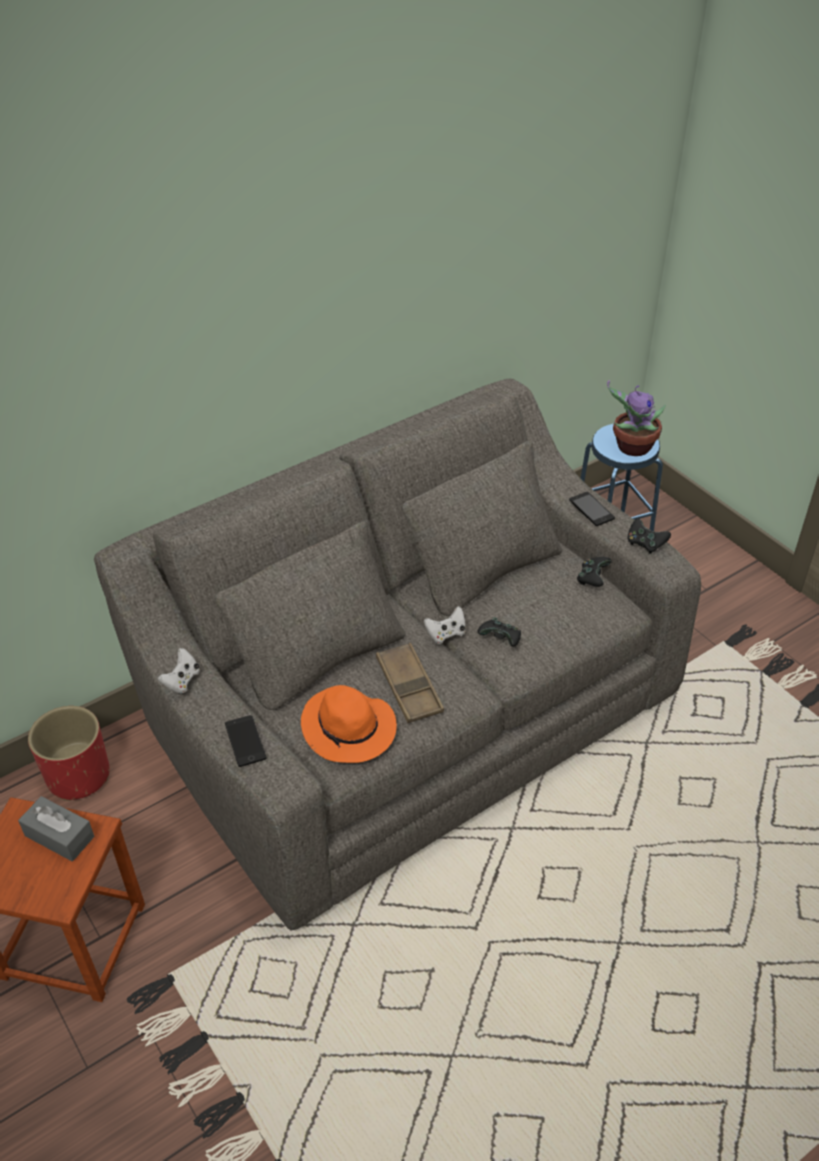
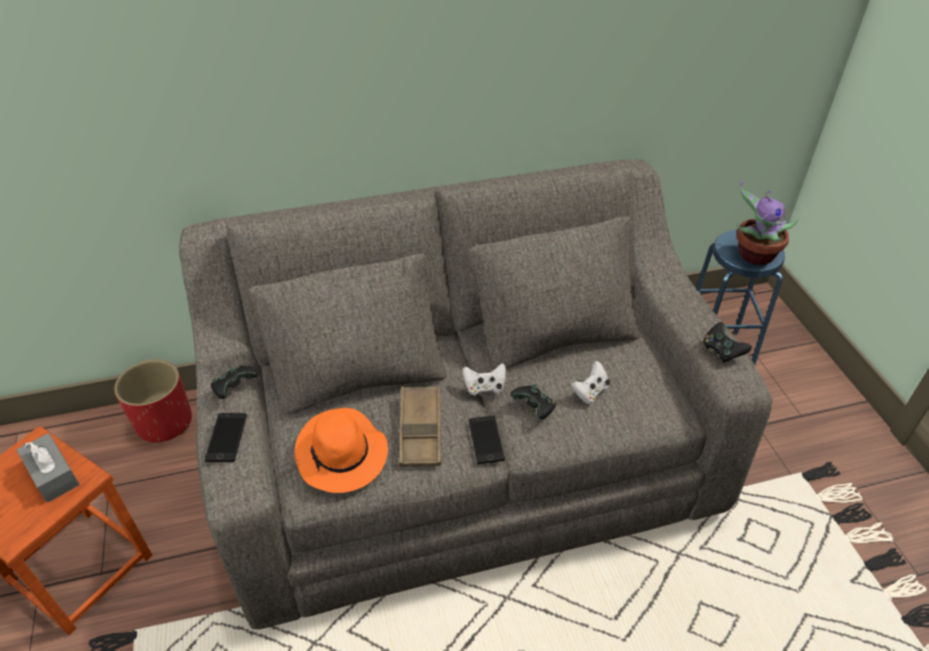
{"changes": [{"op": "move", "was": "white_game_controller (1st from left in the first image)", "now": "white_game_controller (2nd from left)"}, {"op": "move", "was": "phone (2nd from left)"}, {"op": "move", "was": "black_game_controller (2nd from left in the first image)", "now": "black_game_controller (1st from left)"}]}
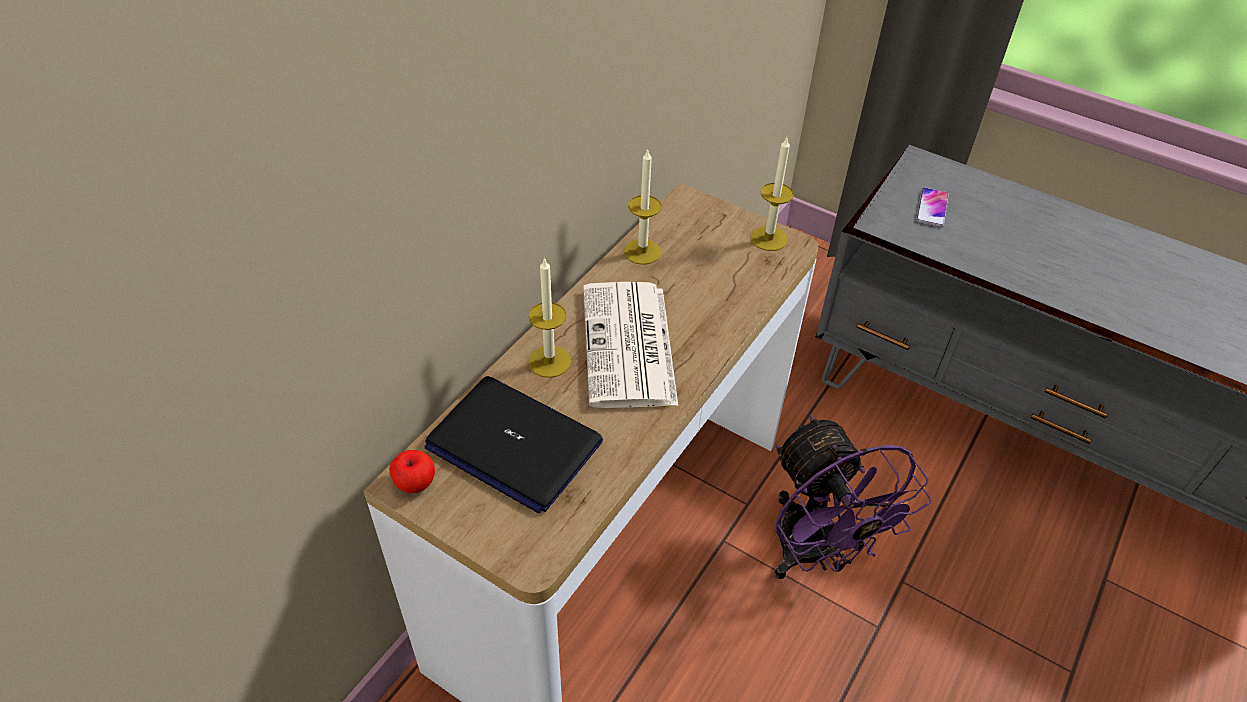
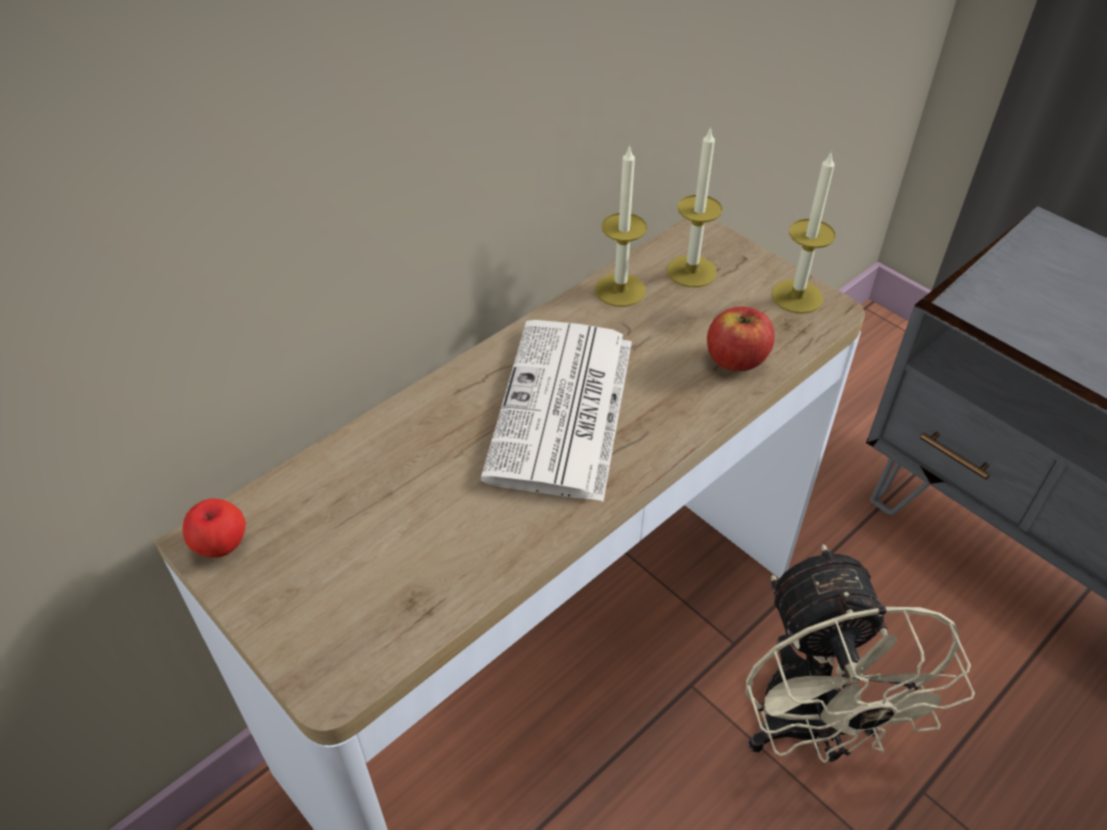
{"changes": [{"op": "delete", "was": "laptop"}, {"op": "delete", "was": "phone"}, {"op": "insert", "now": "apple (2nd from left)"}, {"op": "move", "was": "candle (1st from left in the first image)", "now": "candle (2nd from left)"}, {"op": "recolor", "was": "purple_fan", "now": "beige_fan"}]}
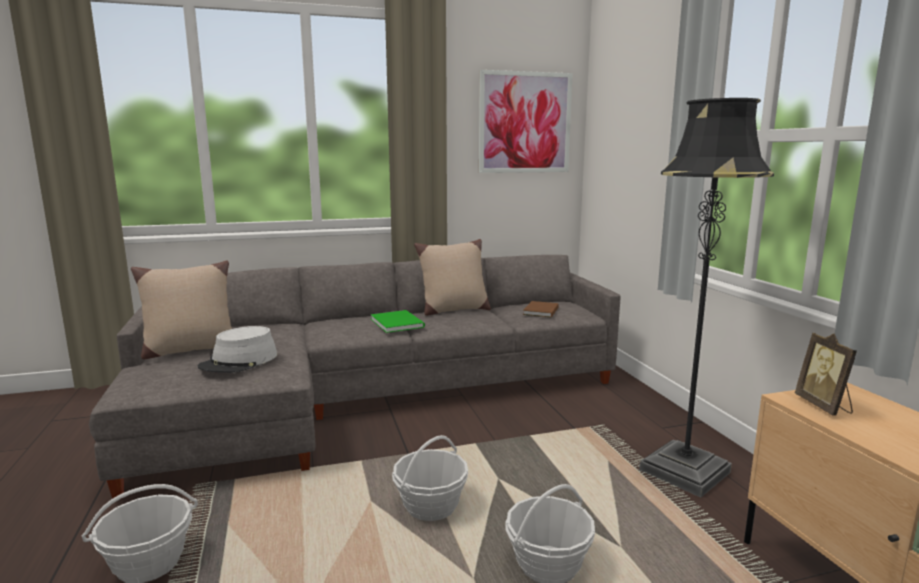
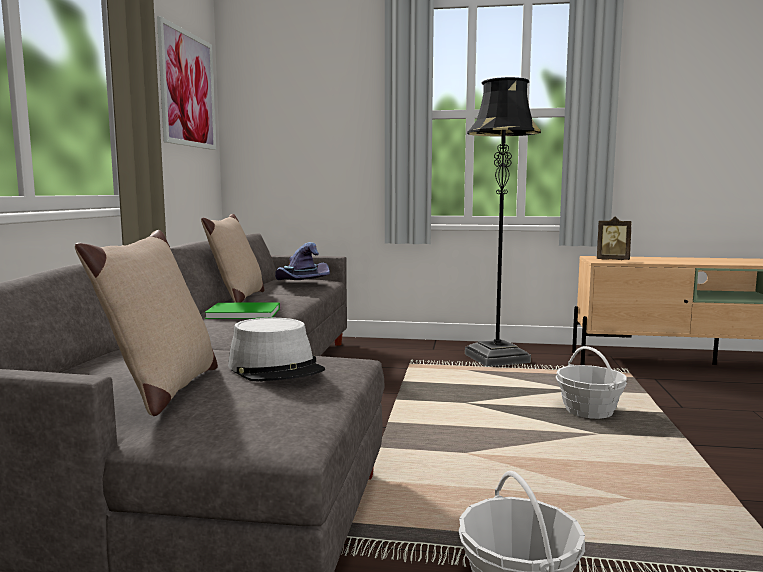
{"changes": [{"op": "delete", "was": "basket (2nd from left)"}, {"op": "replace", "was": "brown_book", "now": "purple_hat"}]}
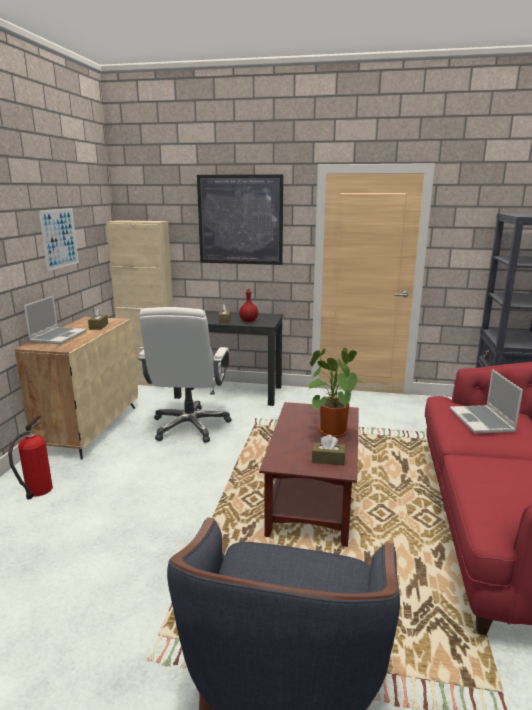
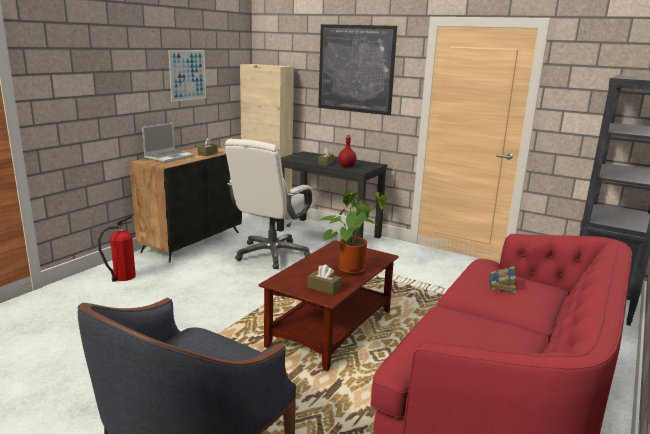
{"changes": [{"op": "replace", "was": "laptop (2nd from left)", "now": "book"}, {"op": "recolor", "was": "beige_cabinet (1st from left)", "now": "black_cabinet"}]}
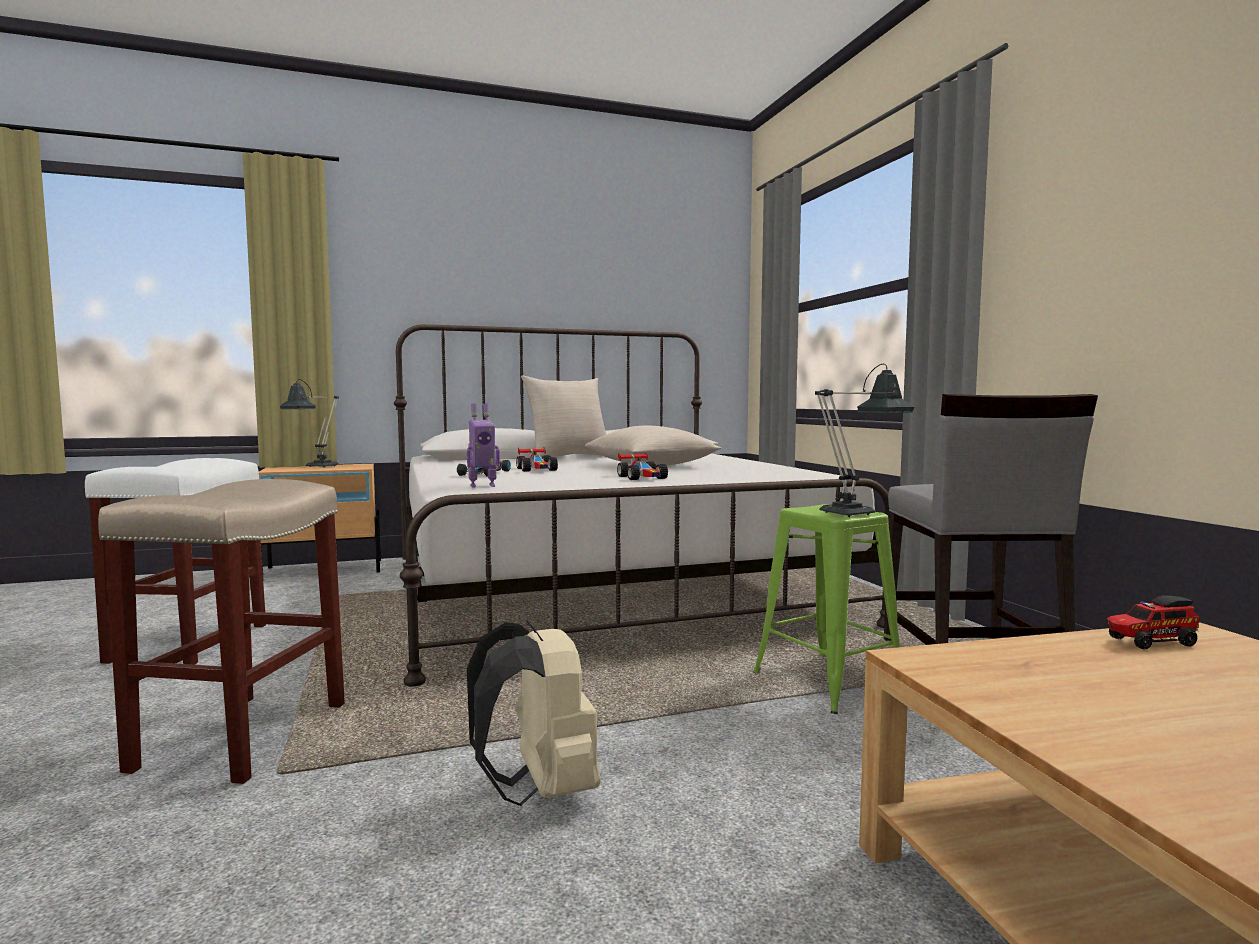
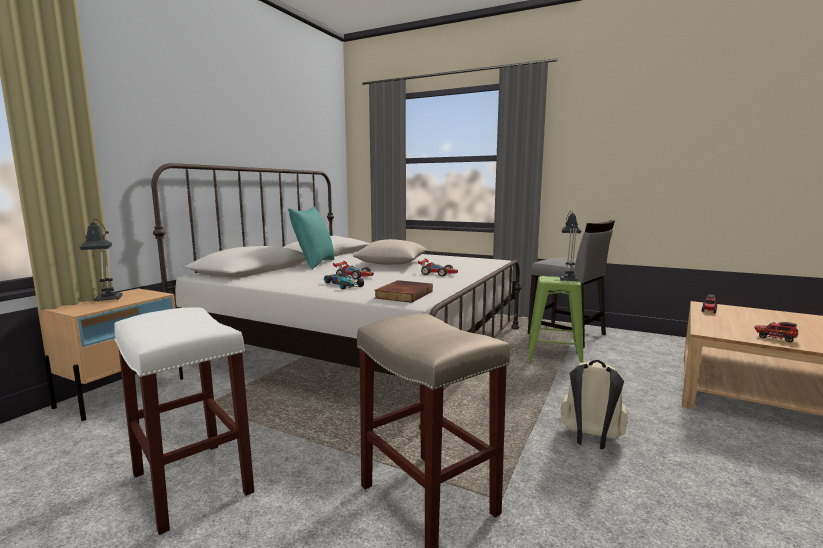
{"changes": [{"op": "insert", "now": "toy_truck (2nd from left)"}, {"op": "replace", "was": "toy_robot", "now": "book"}, {"op": "recolor", "was": "beige_pillow (1st from left)", "now": "turquoise_pillow"}]}
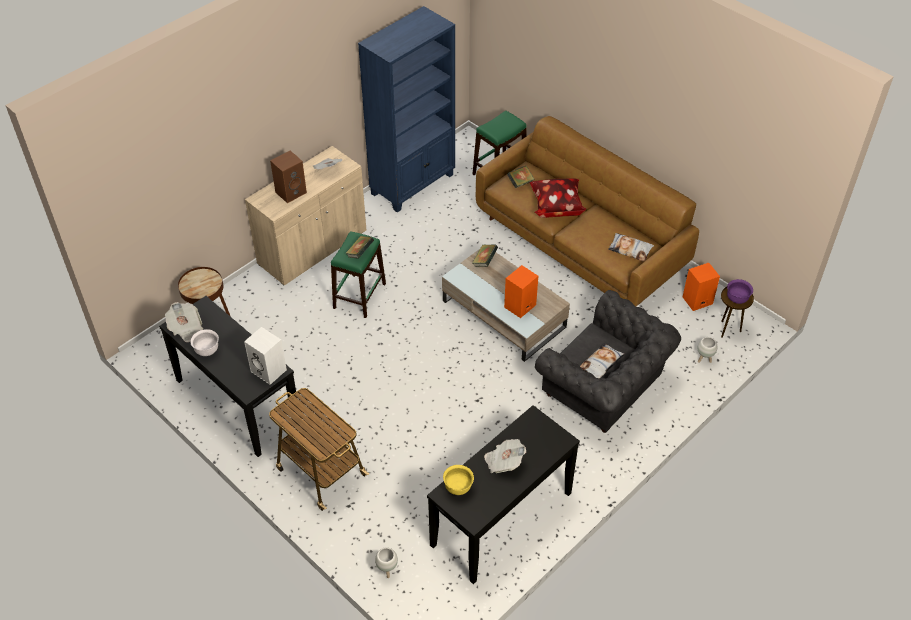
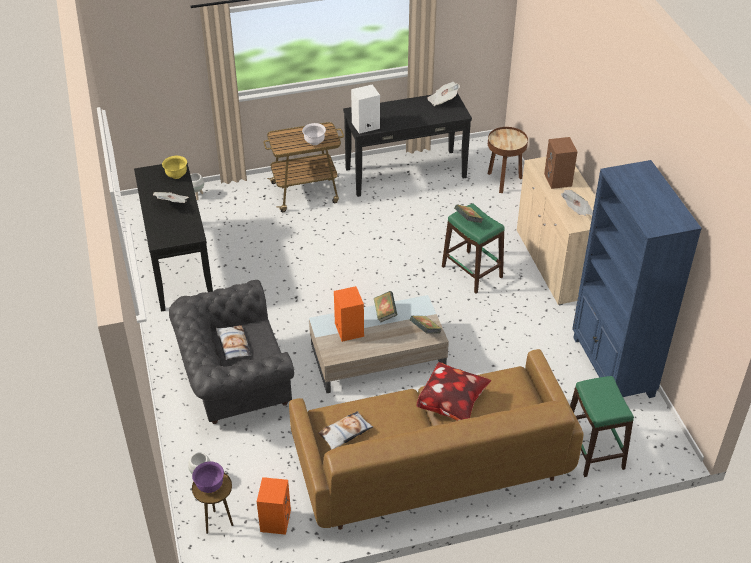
{"changes": [{"op": "move", "was": "white_bowl"}, {"op": "move", "was": "book (3rd from left in the first image)", "now": "book (1st from left)"}]}
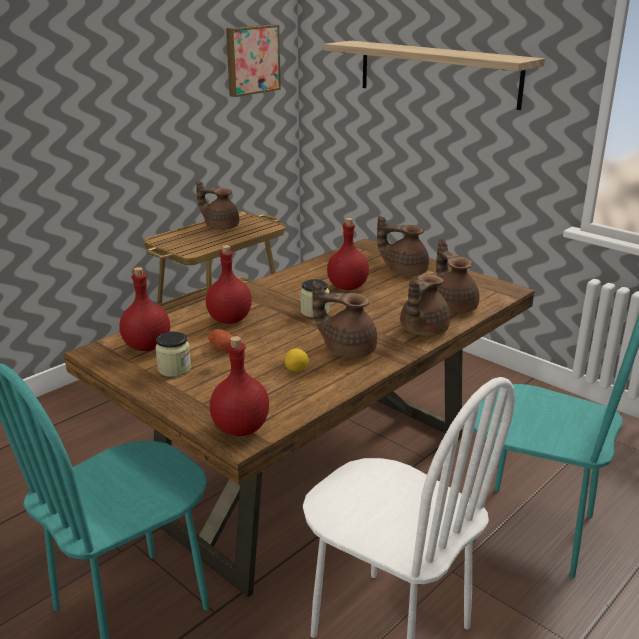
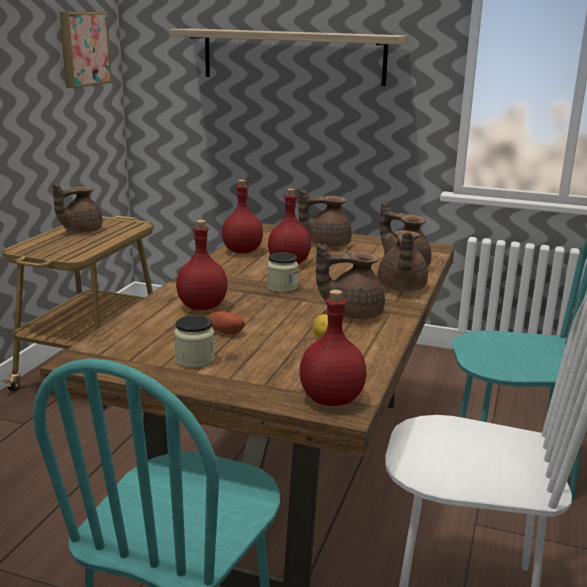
{"changes": [{"op": "move", "was": "red_bottle (1st from left in the first image)", "now": "red_bottle (2nd from left)"}, {"op": "rotate", "was": "brown_teapot (1st from left)", "clockwise": -45}]}
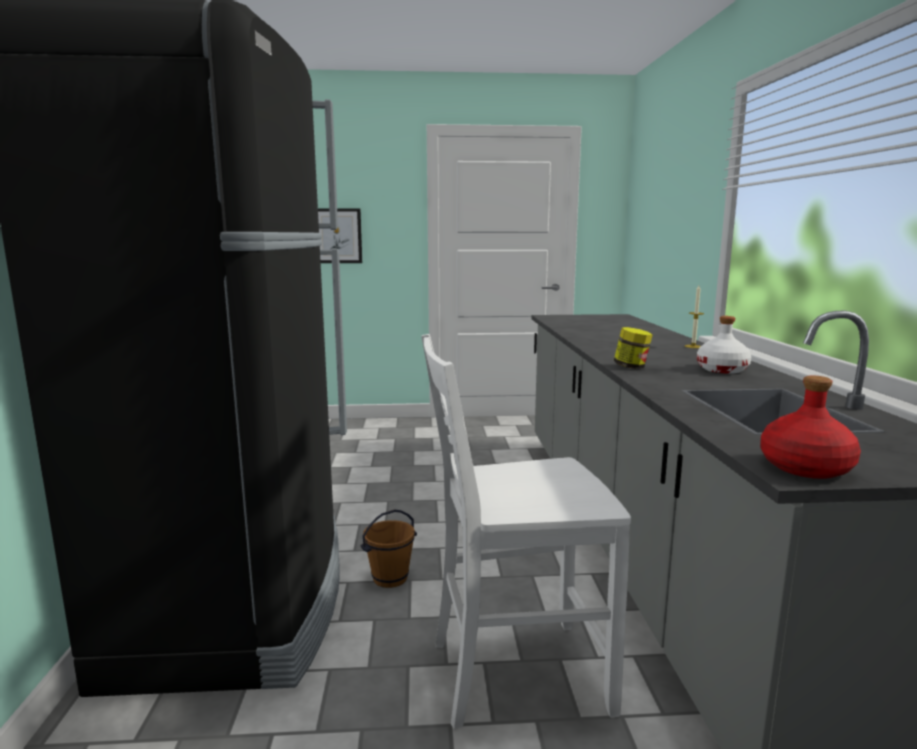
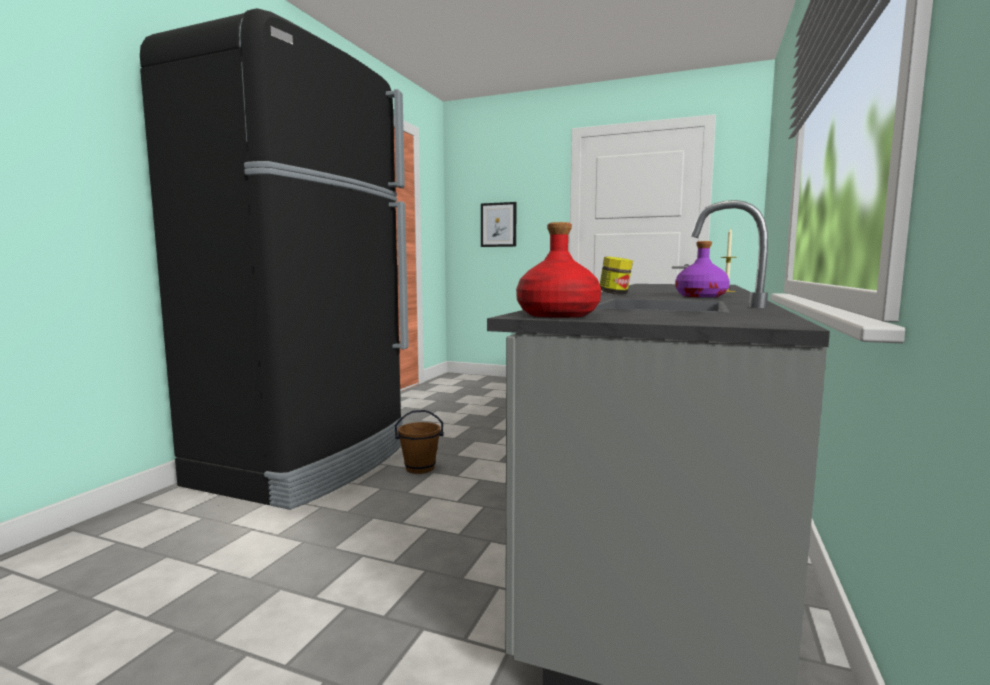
{"changes": [{"op": "delete", "was": "white_chair"}, {"op": "recolor", "was": "white_bottle", "now": "purple_bottle"}]}
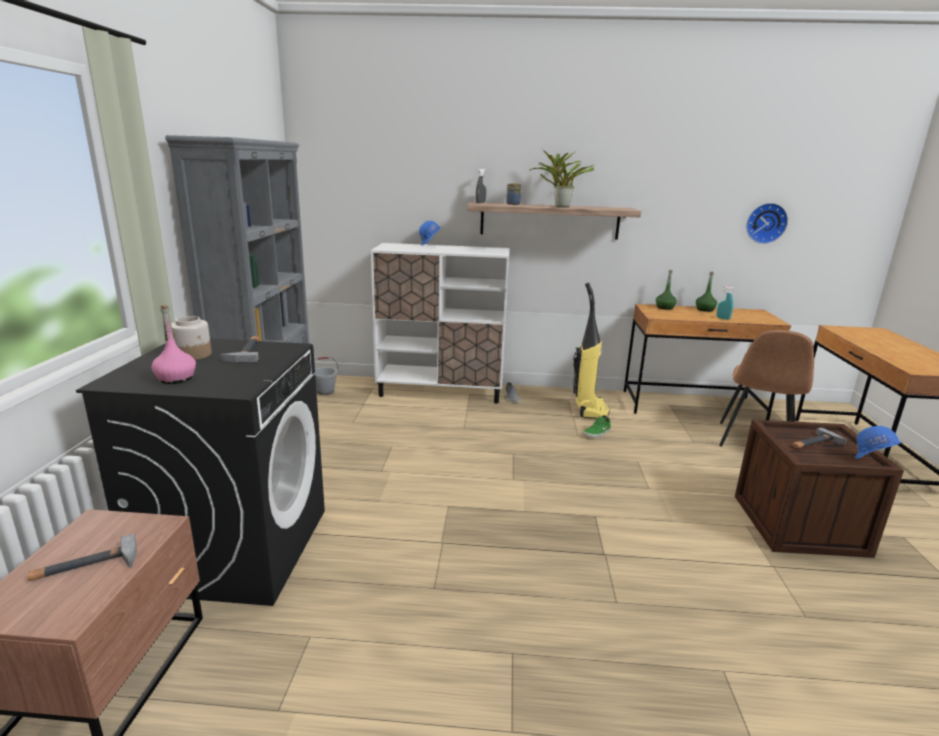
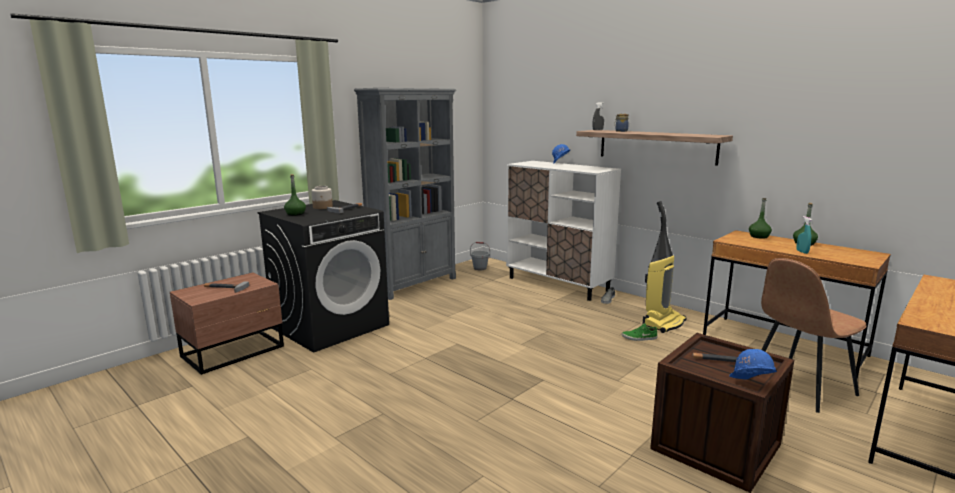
{"changes": [{"op": "delete", "was": "potted_plant"}, {"op": "delete", "was": "wall_clock"}, {"op": "recolor", "was": "pink_bottle", "now": "green_bottle (1st from left)"}]}
